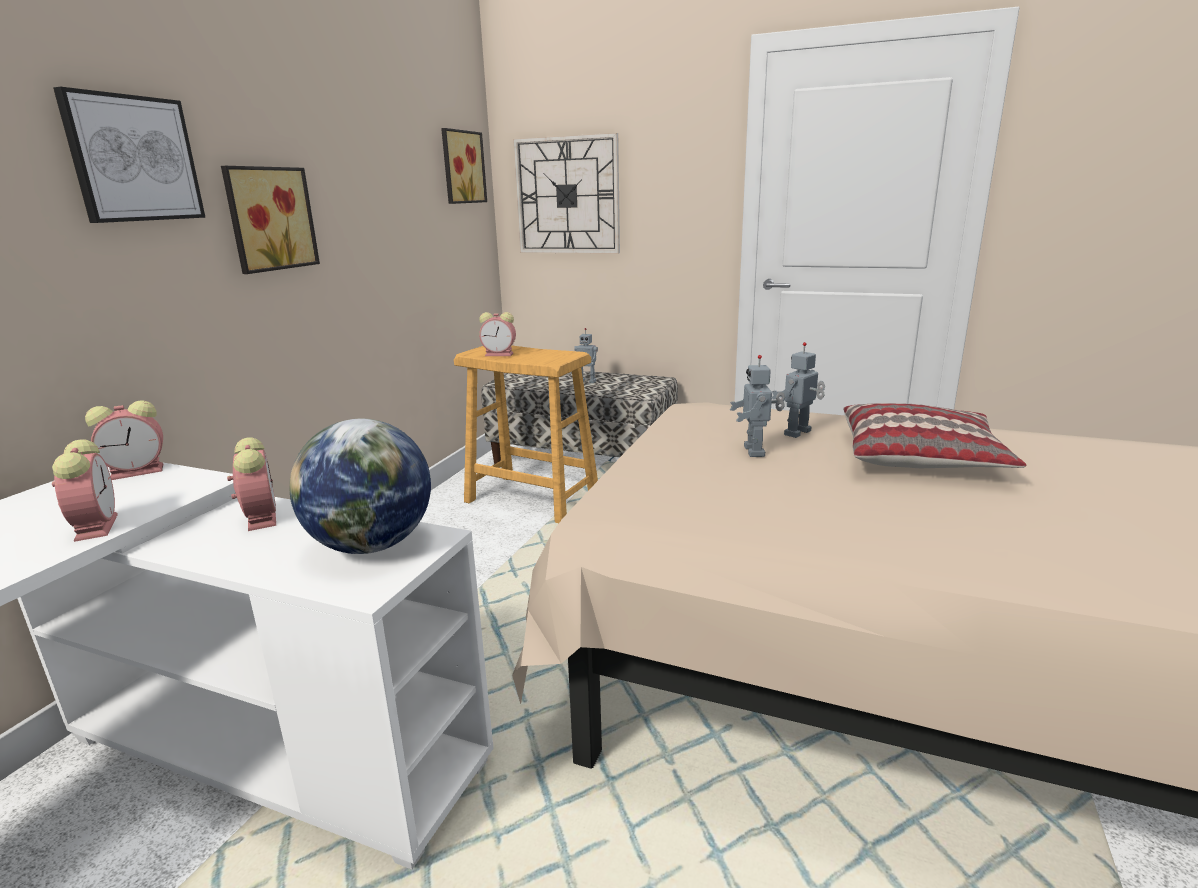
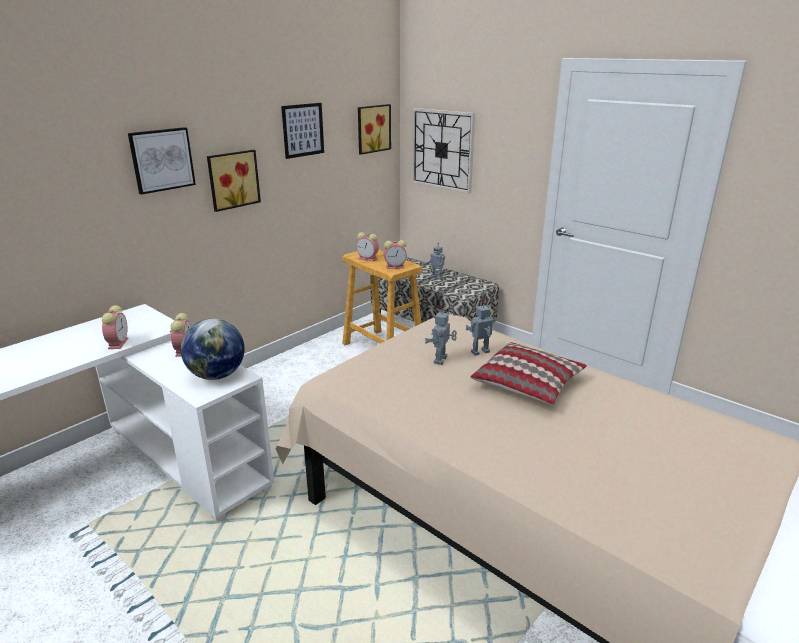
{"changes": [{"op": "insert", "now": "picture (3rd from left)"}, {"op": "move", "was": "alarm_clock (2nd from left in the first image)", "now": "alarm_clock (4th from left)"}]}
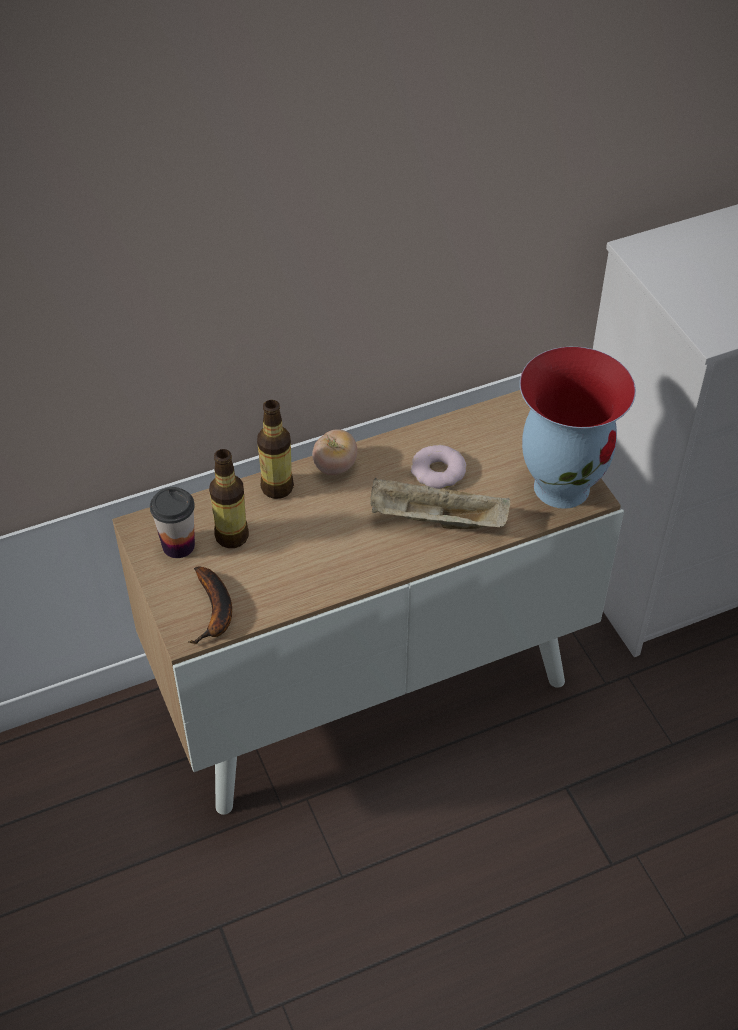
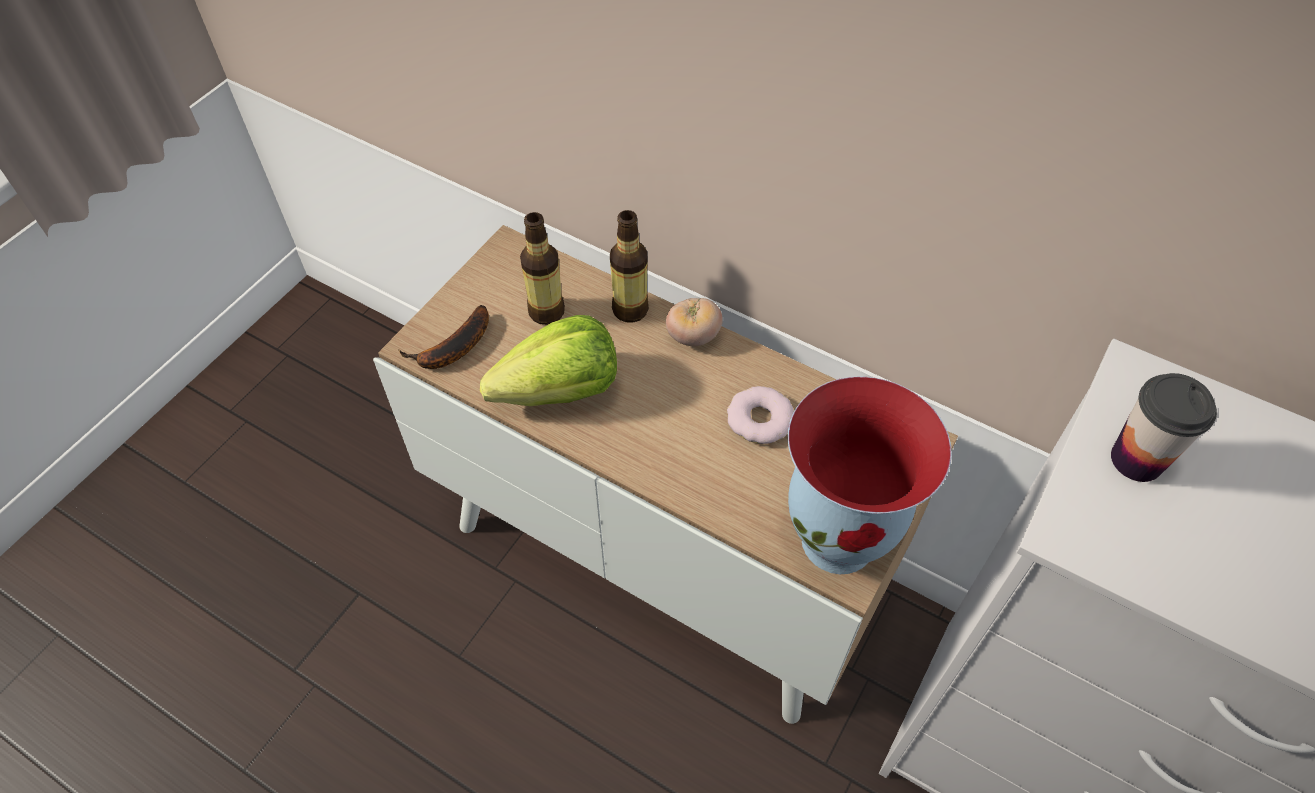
{"changes": [{"op": "delete", "was": "beige_tray"}, {"op": "insert", "now": "lettuce"}, {"op": "move", "was": "cup"}]}
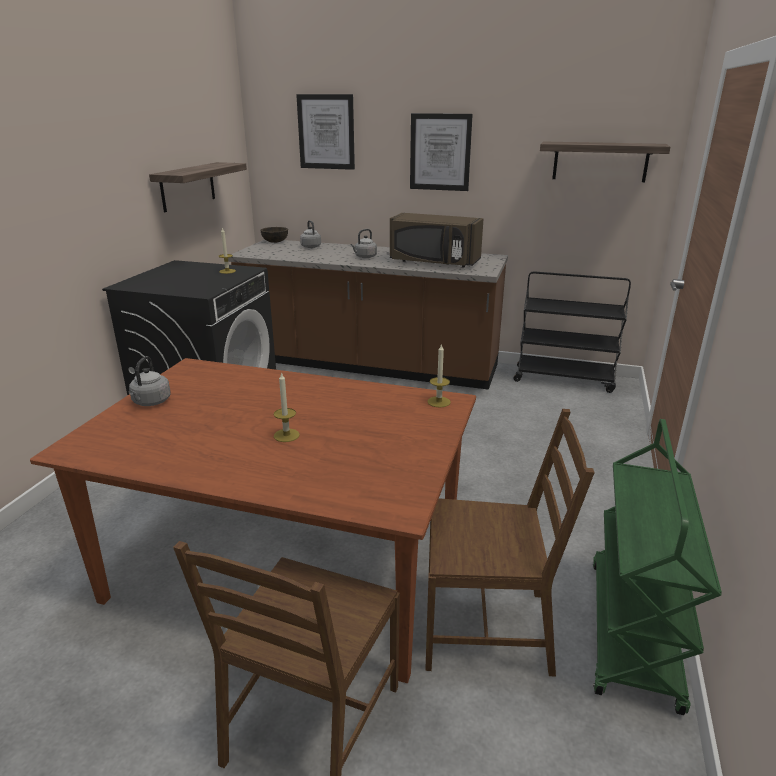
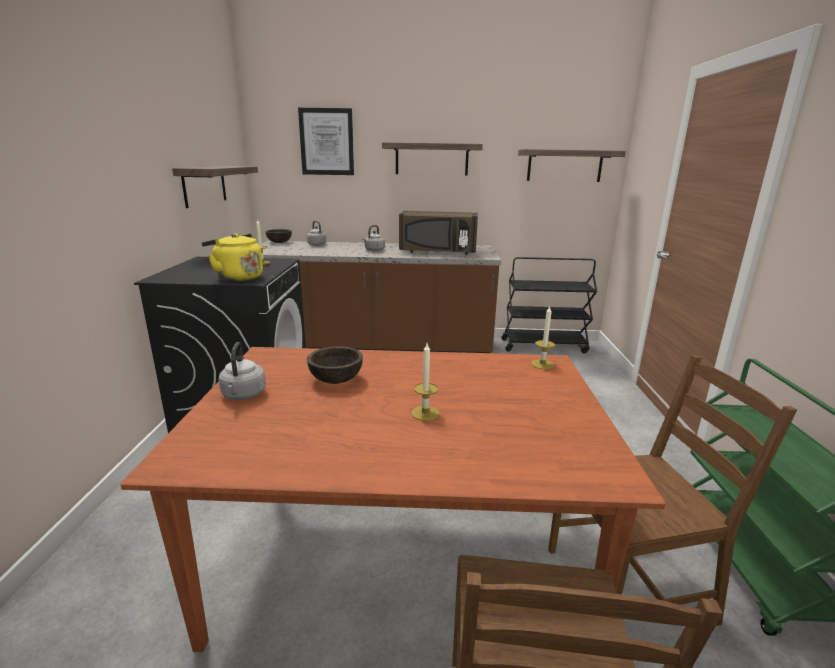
{"changes": [{"op": "insert", "now": "yellow_kettle"}, {"op": "insert", "now": "brown_bowl (2nd from left)"}, {"op": "replace", "was": "picture (2nd from left)", "now": "shelf (2nd from left)"}]}
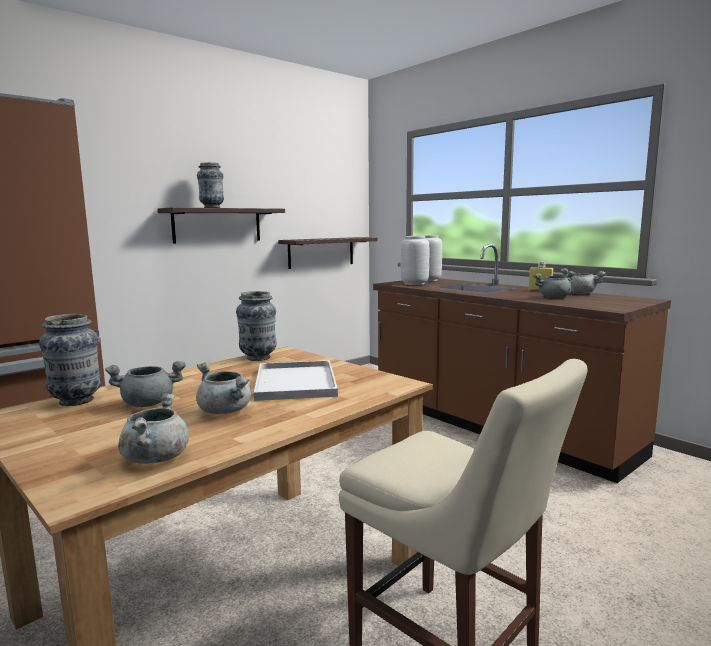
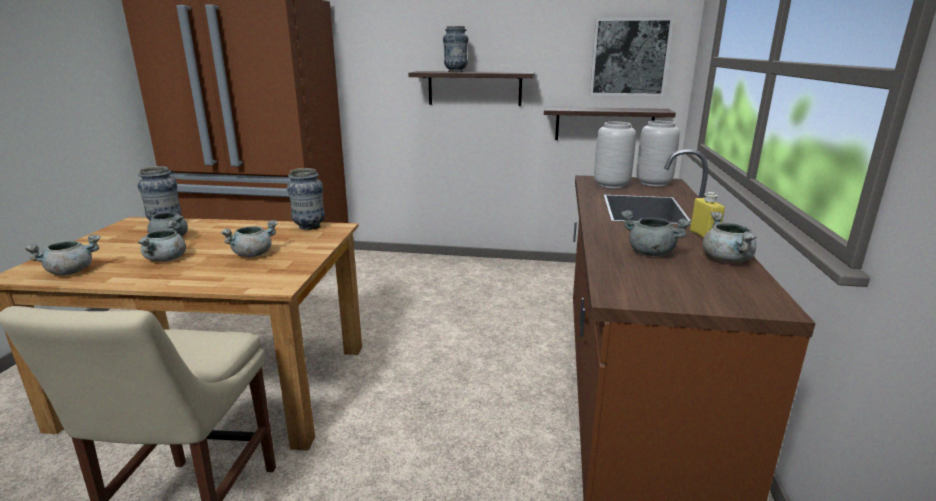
{"changes": [{"op": "insert", "now": "picture"}, {"op": "replace", "was": "white_tray", "now": "grey_cooking_pot (4th from left)"}]}
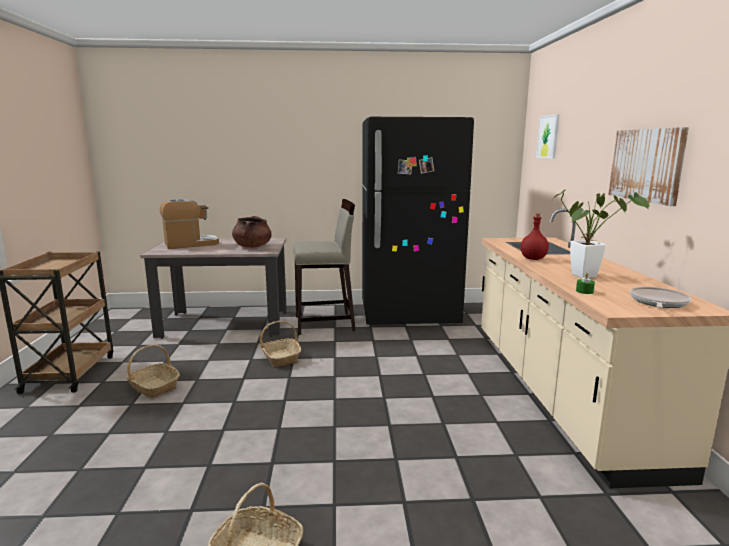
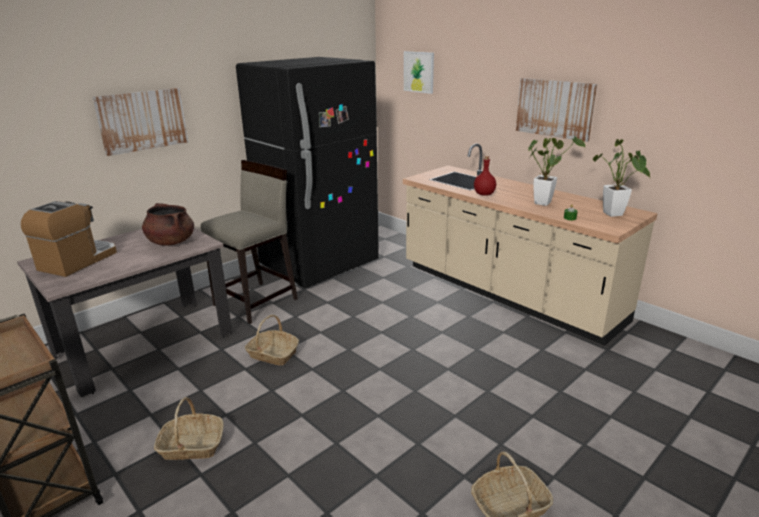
{"changes": [{"op": "insert", "now": "picture (1st from left)"}, {"op": "replace", "was": "frying_pan", "now": "potted_plant (2nd from left)"}]}
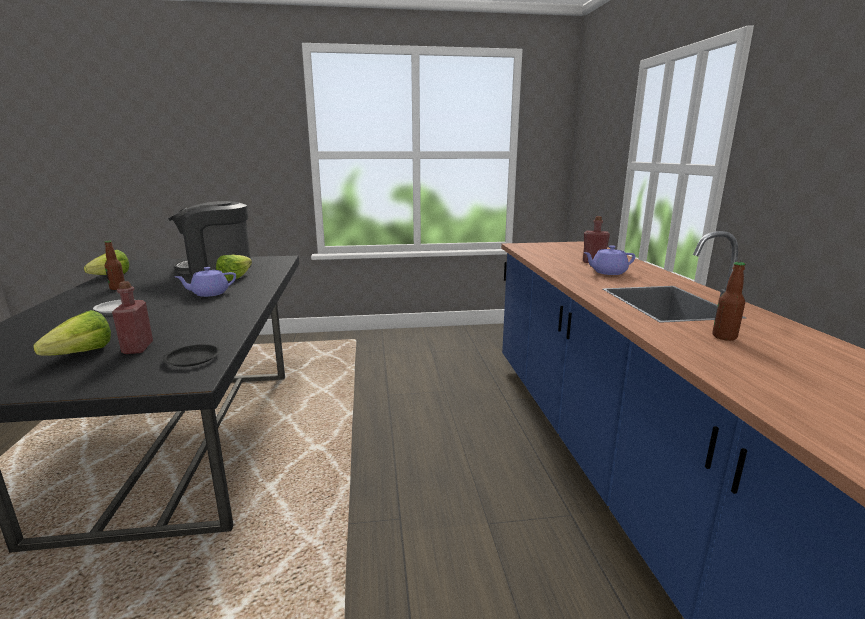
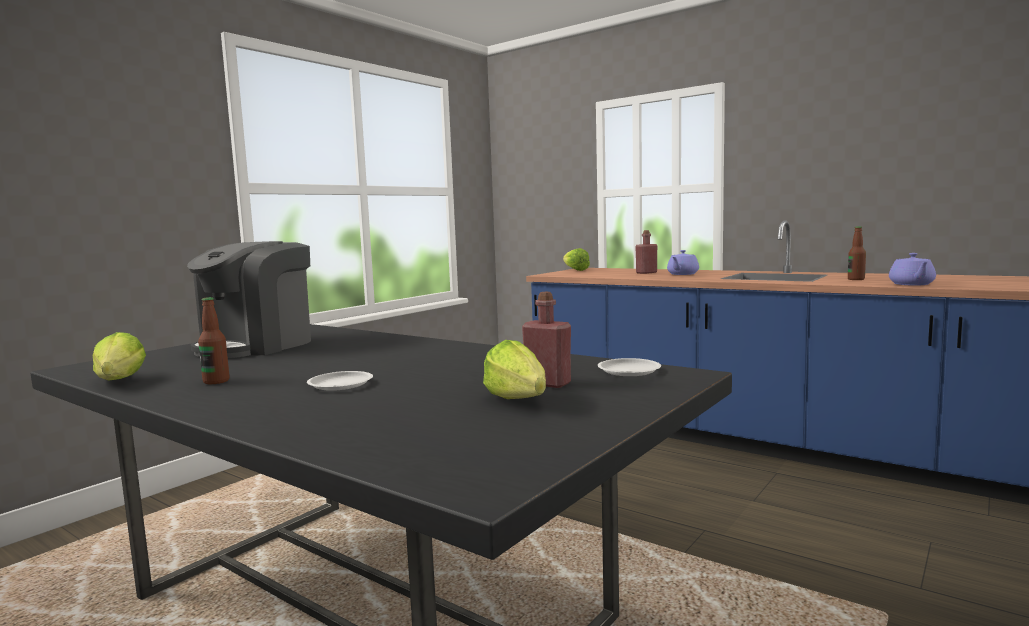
{"changes": [{"op": "move", "was": "purple_teapot (1st from left in the first image)", "now": "purple_teapot (2nd from left)"}, {"op": "move", "was": "lettuce (3rd from left)"}, {"op": "recolor", "was": "black_plate", "now": "white_plate (2nd from left)"}]}
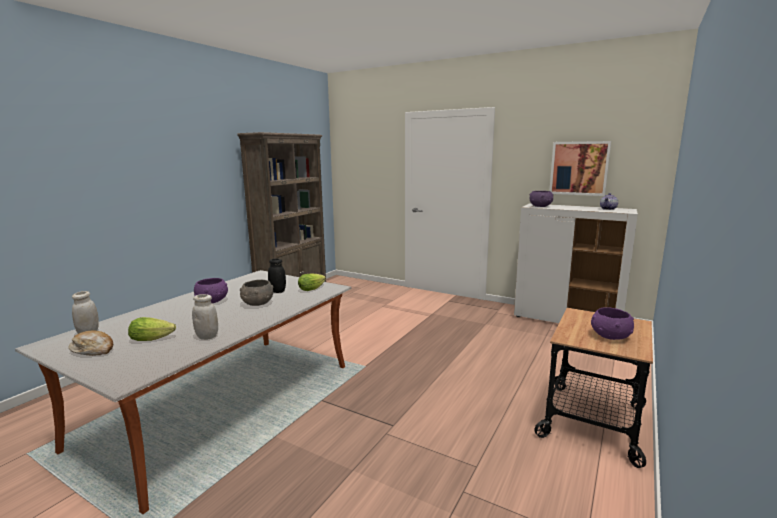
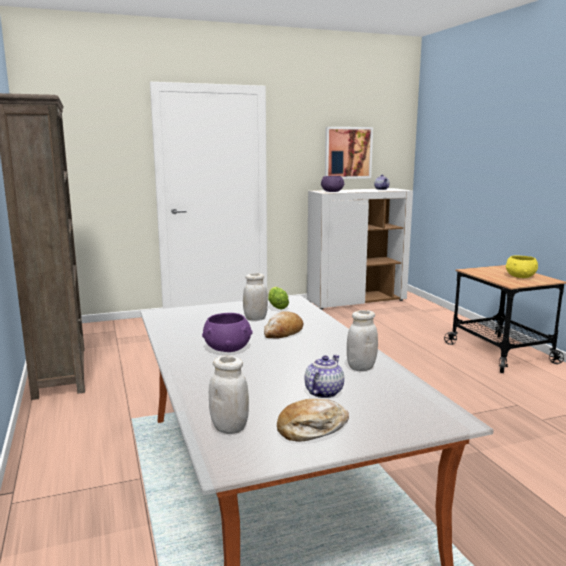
{"changes": [{"op": "replace", "was": "lettuce (1st from left)", "now": "teapot (1st from left)"}, {"op": "replace", "was": "grey_bowl", "now": "bread (1st from left)"}, {"op": "recolor", "was": "black_jar", "now": "white_jar (2nd from left)"}, {"op": "recolor", "was": "purple_bowl (3rd from left)", "now": "yellow_bowl"}]}
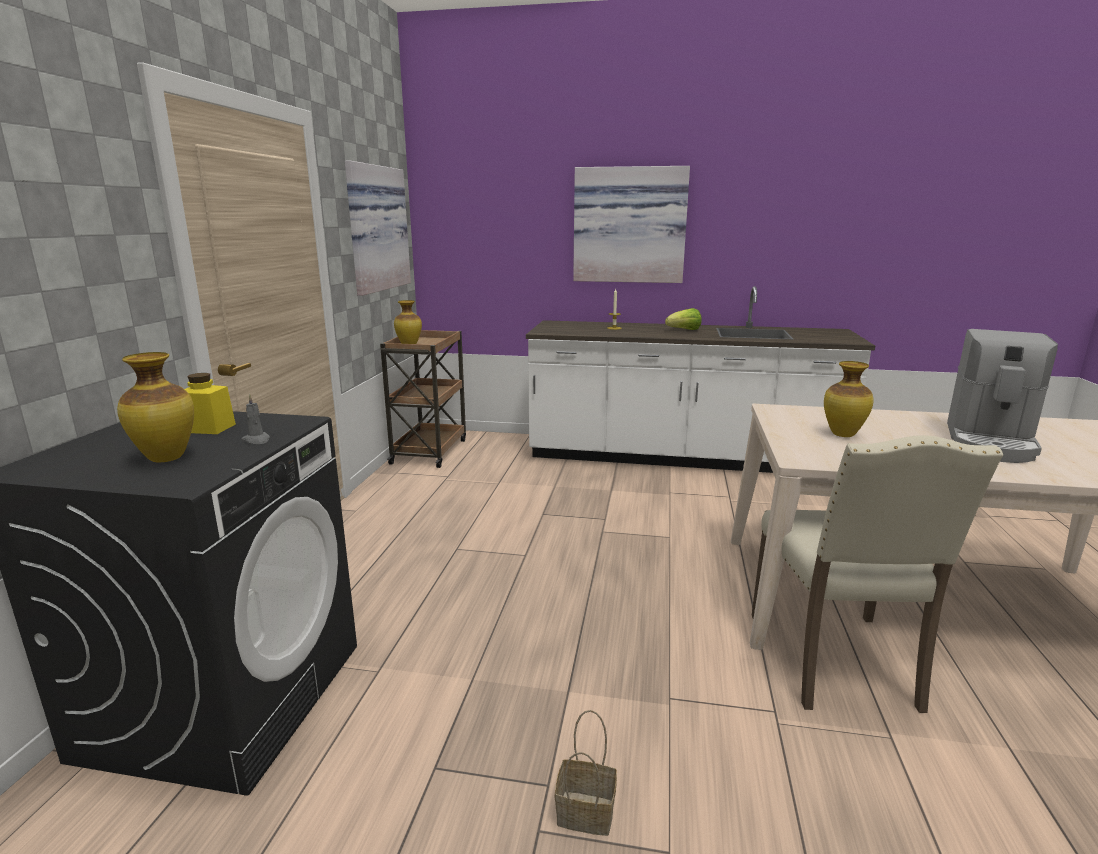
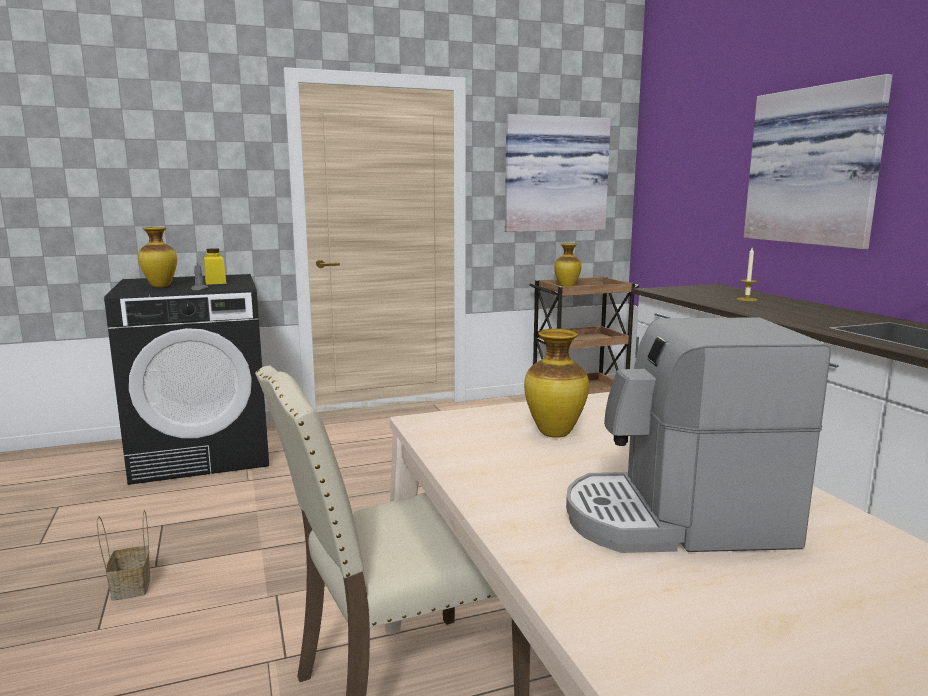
{"changes": [{"op": "delete", "was": "lettuce"}]}
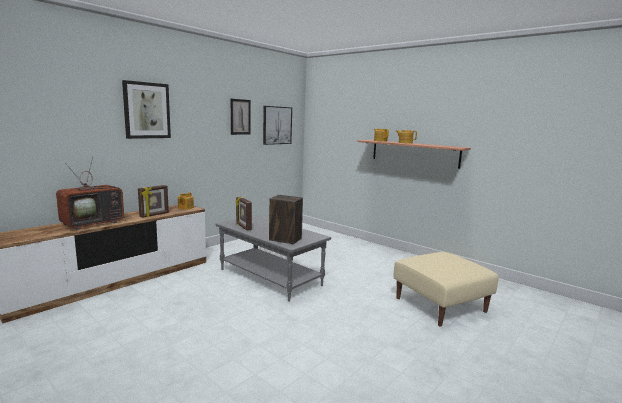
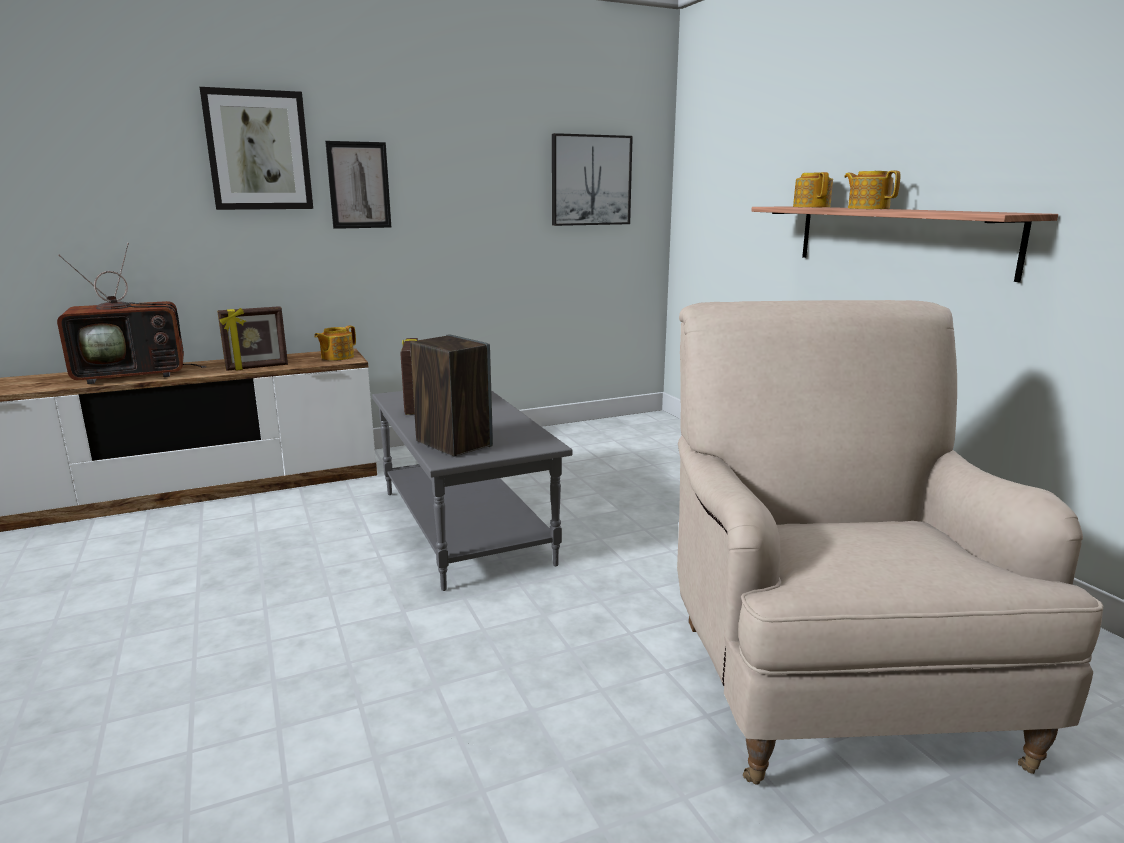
{"changes": [{"op": "move", "was": "picture (2nd from left)"}, {"op": "replace", "was": "beige_ottoman", "now": "beige_armchair"}]}
